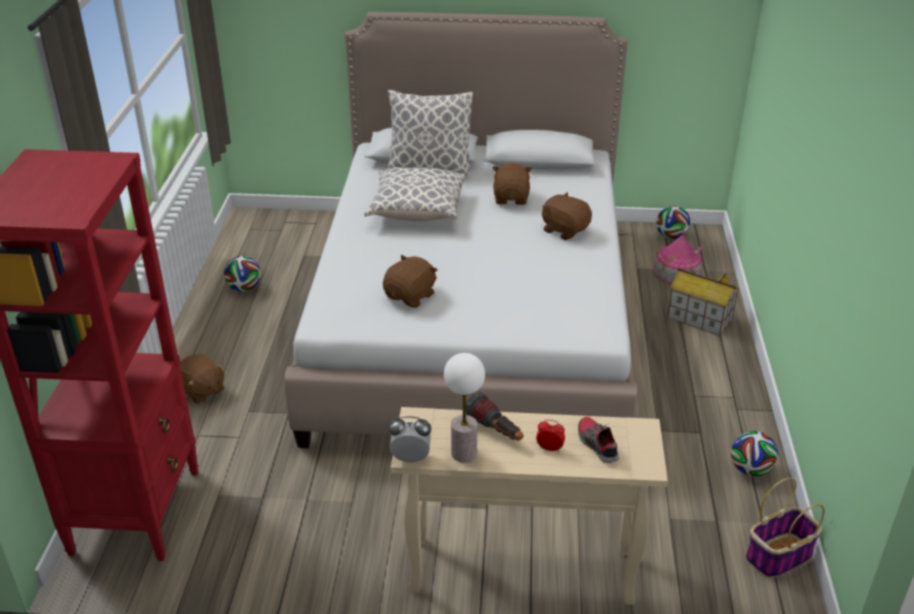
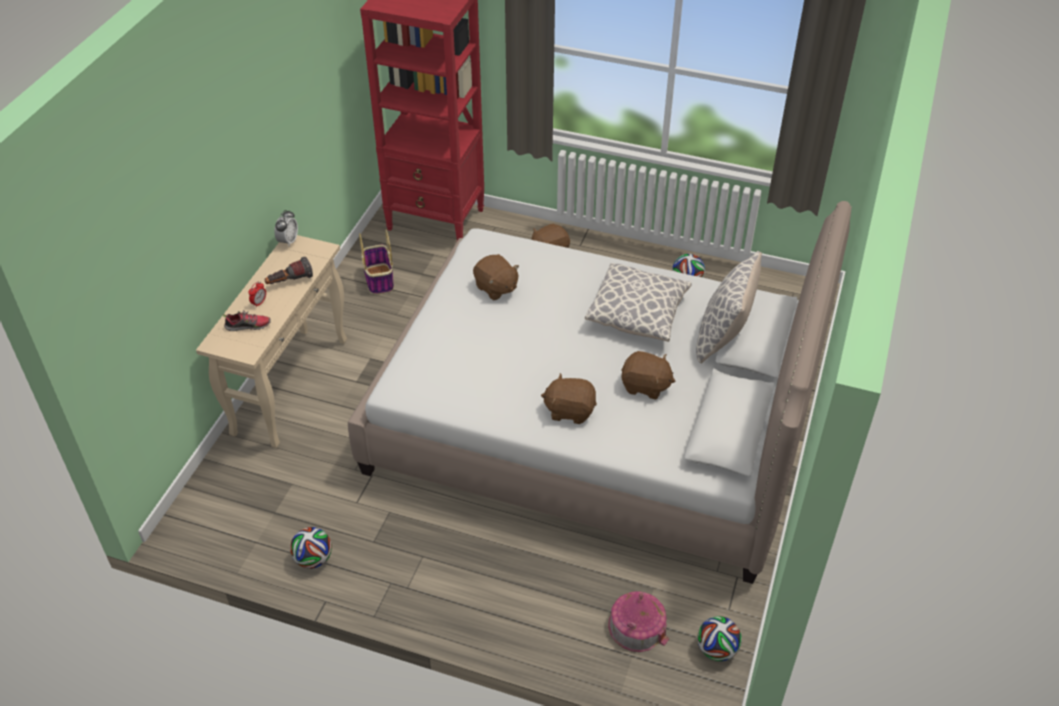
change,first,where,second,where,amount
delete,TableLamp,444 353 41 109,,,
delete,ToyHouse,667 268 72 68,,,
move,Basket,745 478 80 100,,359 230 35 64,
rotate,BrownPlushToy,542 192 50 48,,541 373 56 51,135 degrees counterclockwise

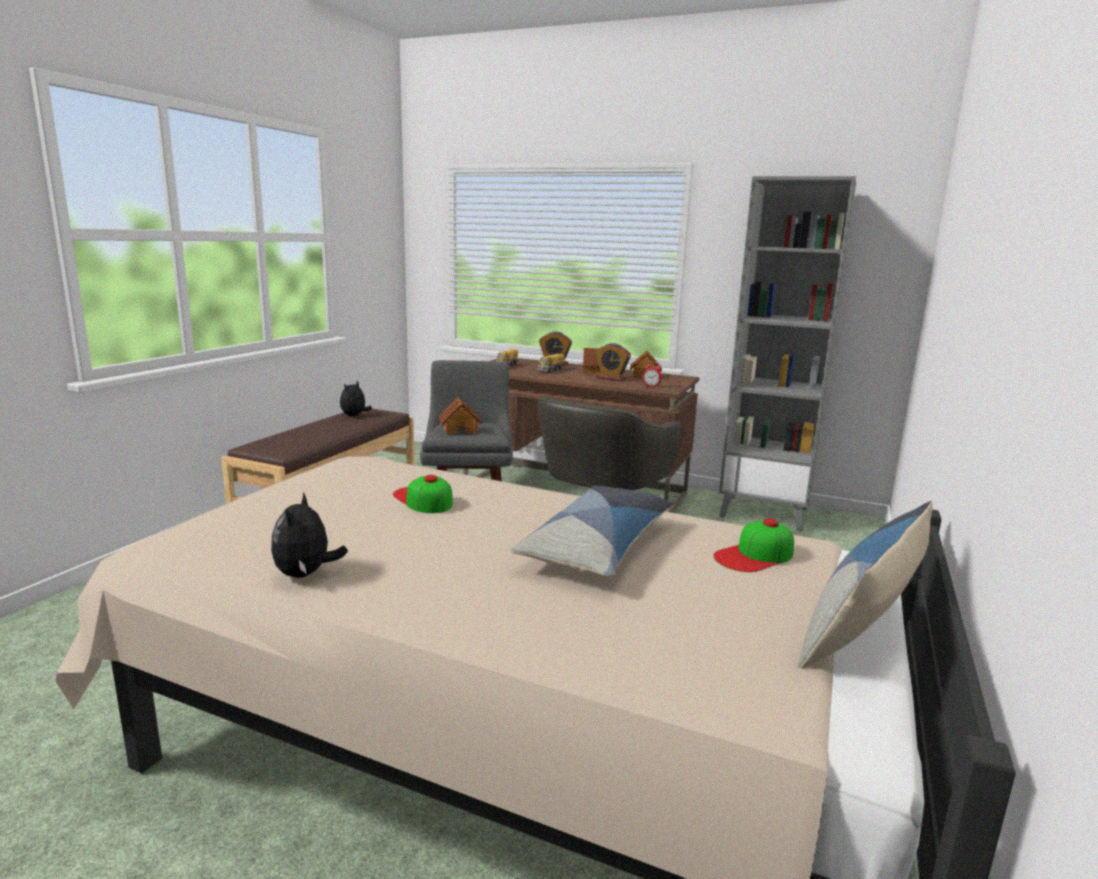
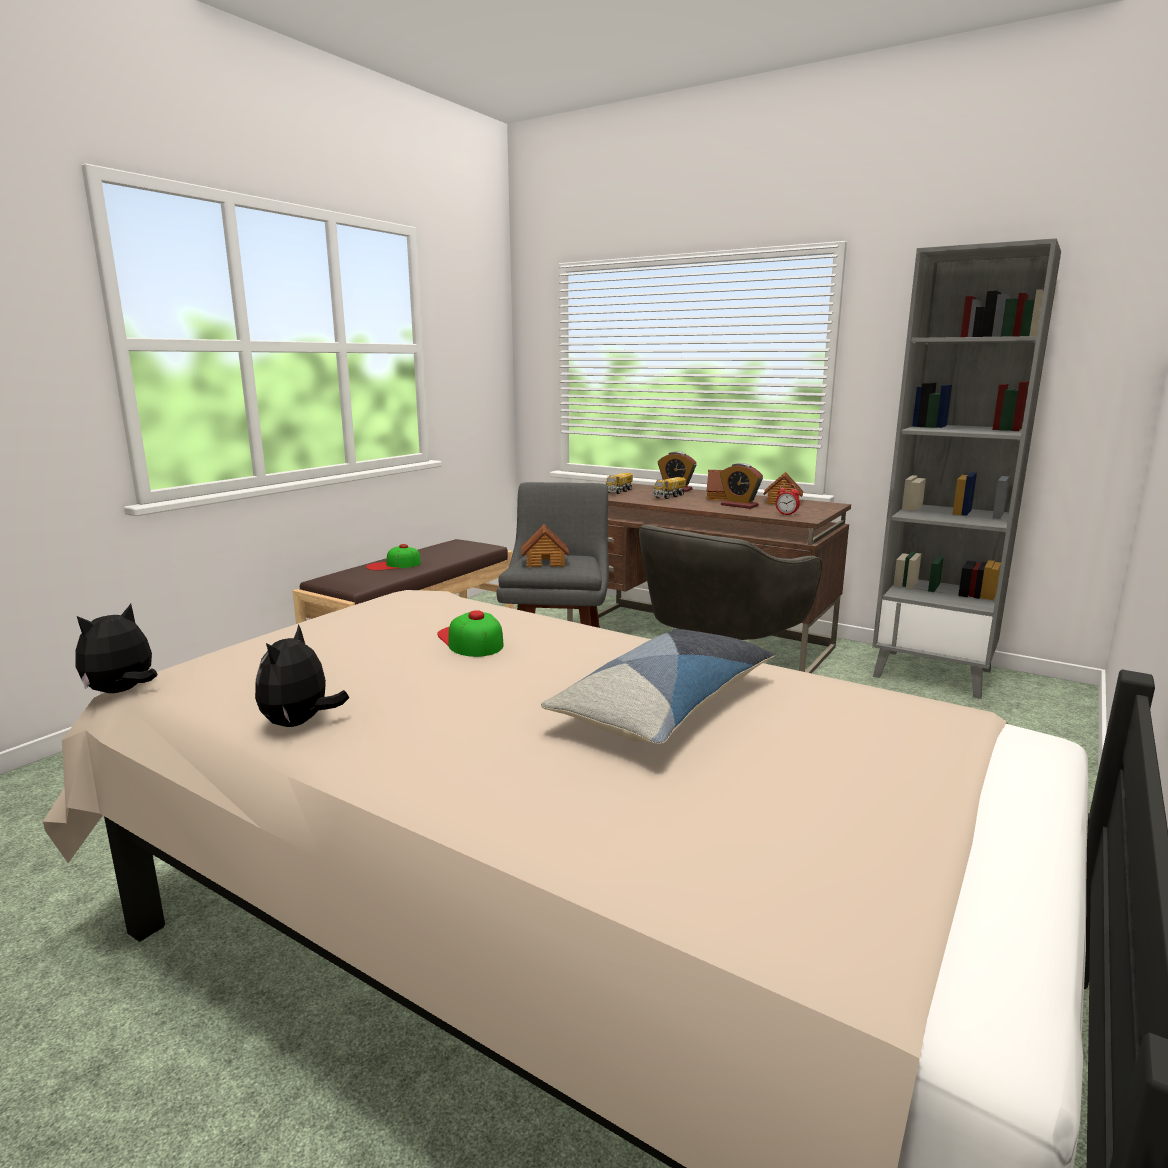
change,first,where,second,where,amount
delete,Pillow,797 501 136 168,,,
move,PlushToy,340 381 32 35,,75 604 83 89,
move,Cap,713 518 81 54,,366 544 55 27,

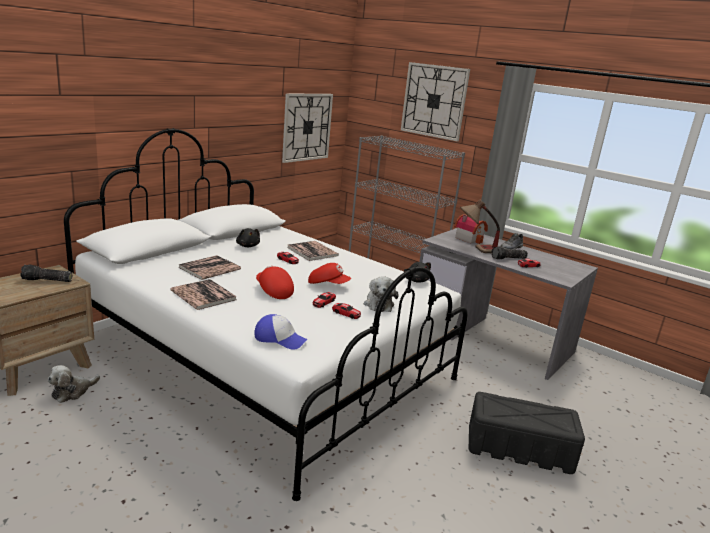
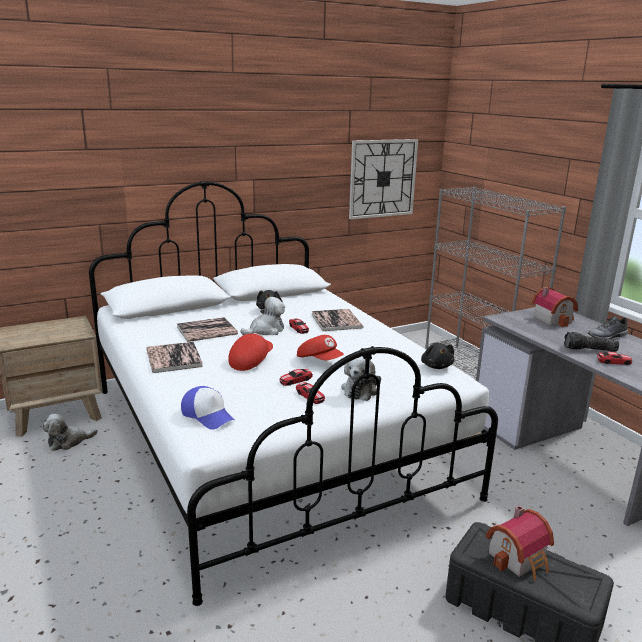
change,first,where,second,where,amount
delete,Flashlight,20 264 52 18,,,
delete,WallClock,401 62 69 80,,,
delete,TableLamp,460 200 40 53,,,
insert,,,PlushToy,241 297 44 38,
insert,,,ToyHouse,485 505 69 76,
rotate,RedCap,256 266 38 33,,228 333 45 38,45 degrees clockwise

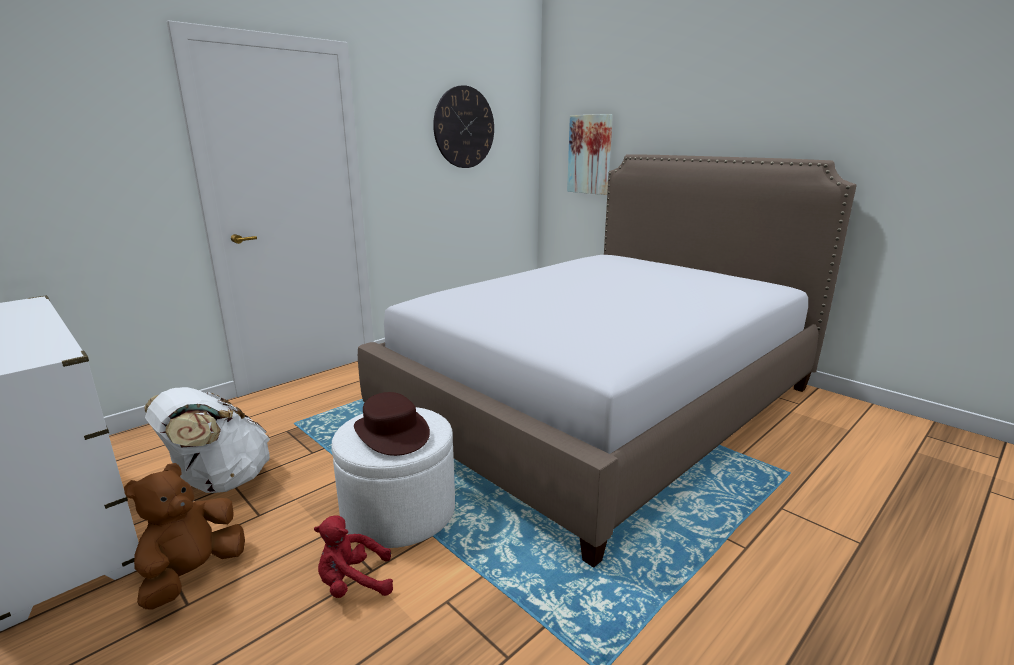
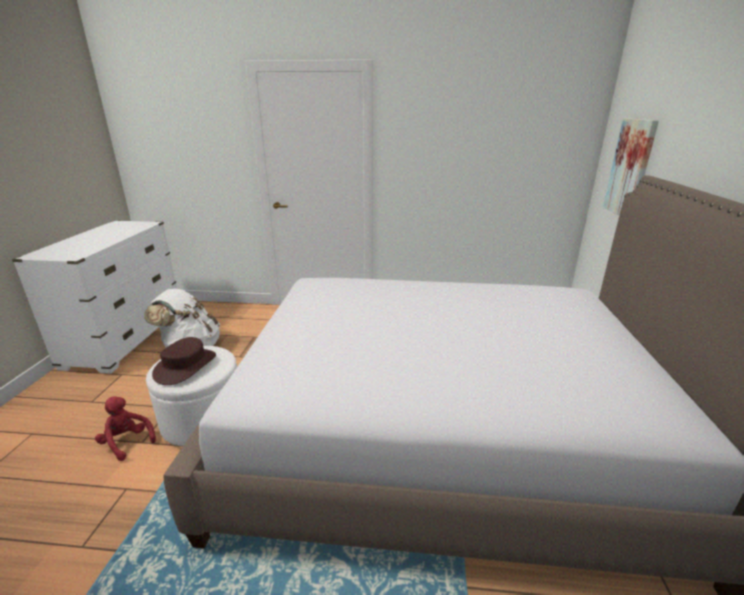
change,first,where,second,where,amount
delete,BrownPlushToy,124 463 121 147,,,
delete,WallClock,433 85 61 83,,,

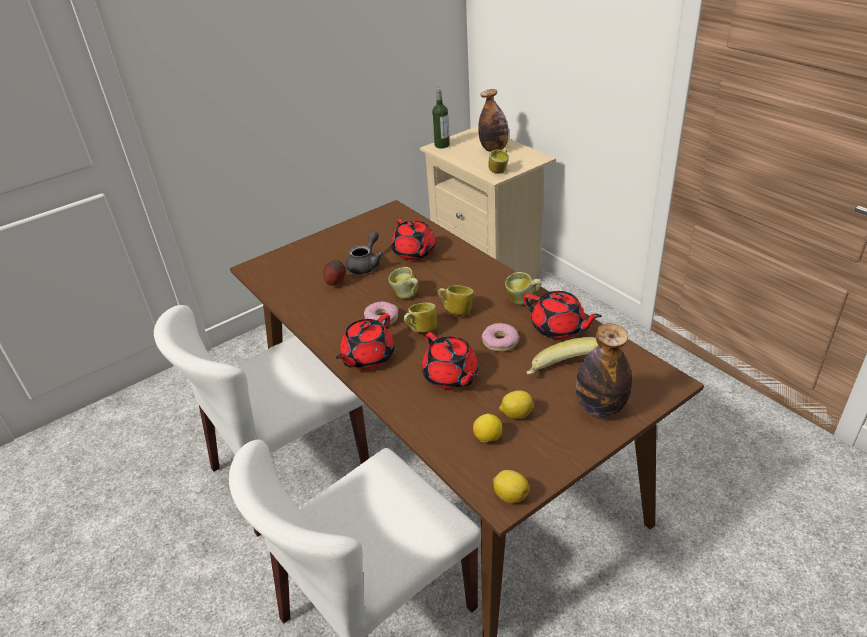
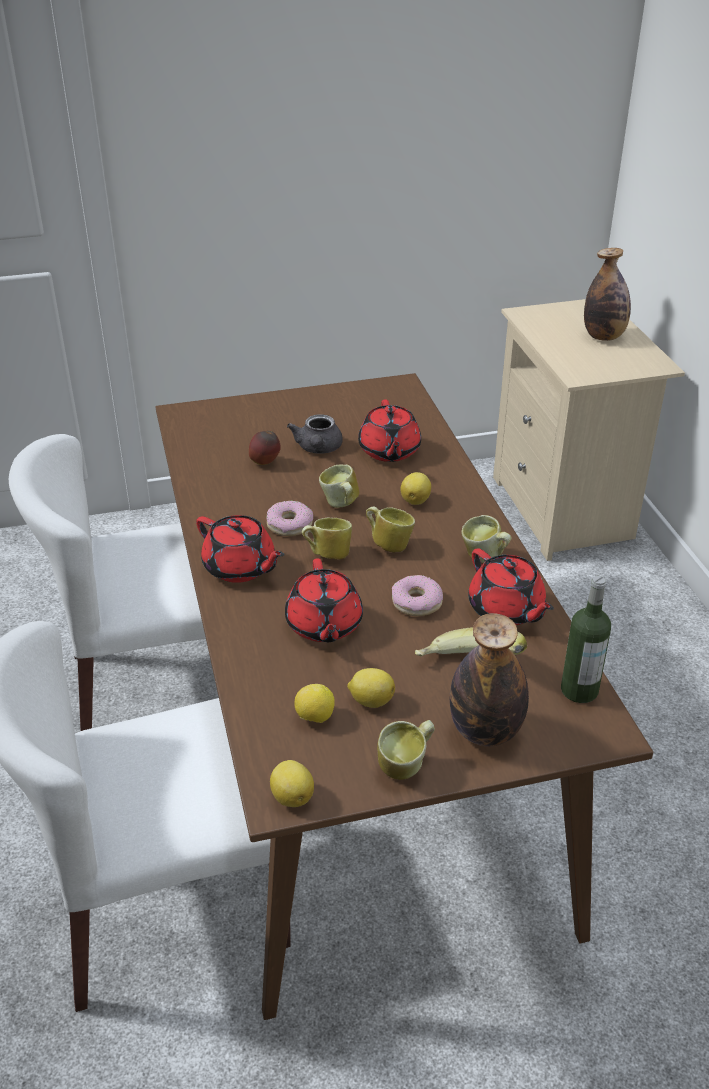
change,first,where,second,where,amount
insert,,,Lemon,401 472 30 33,
move,Bottle,432 88 18 60,,561 576 50 127,
move,Mug,488 148 21 26,,377 720 58 60,
rotate,RedTeapot,336 314 59 55,,196 515 89 68,105 degrees counterclockwise
rotate,GreyTeapot,346 231 37 43,,287 414 56 40,135 degrees clockwise

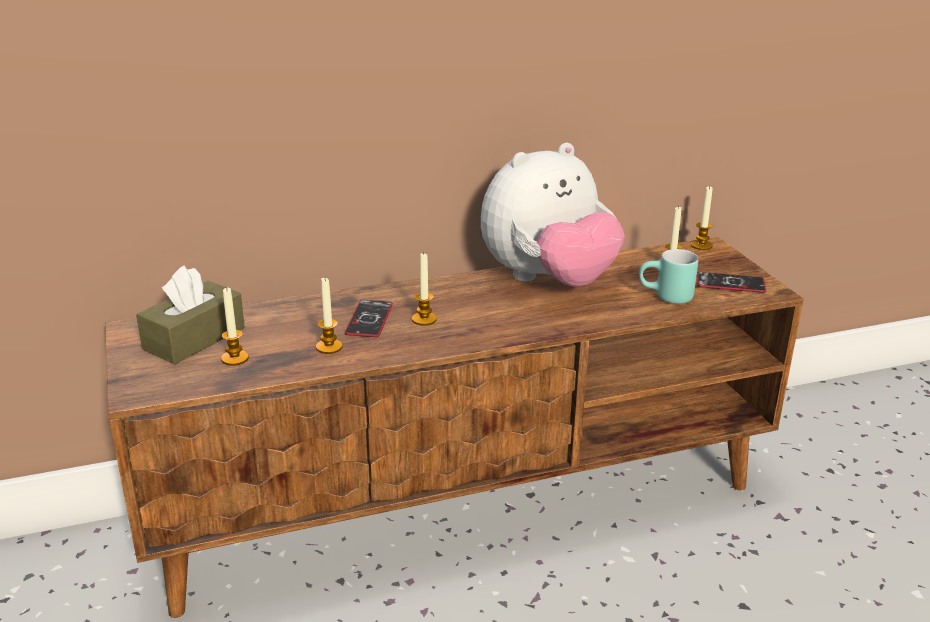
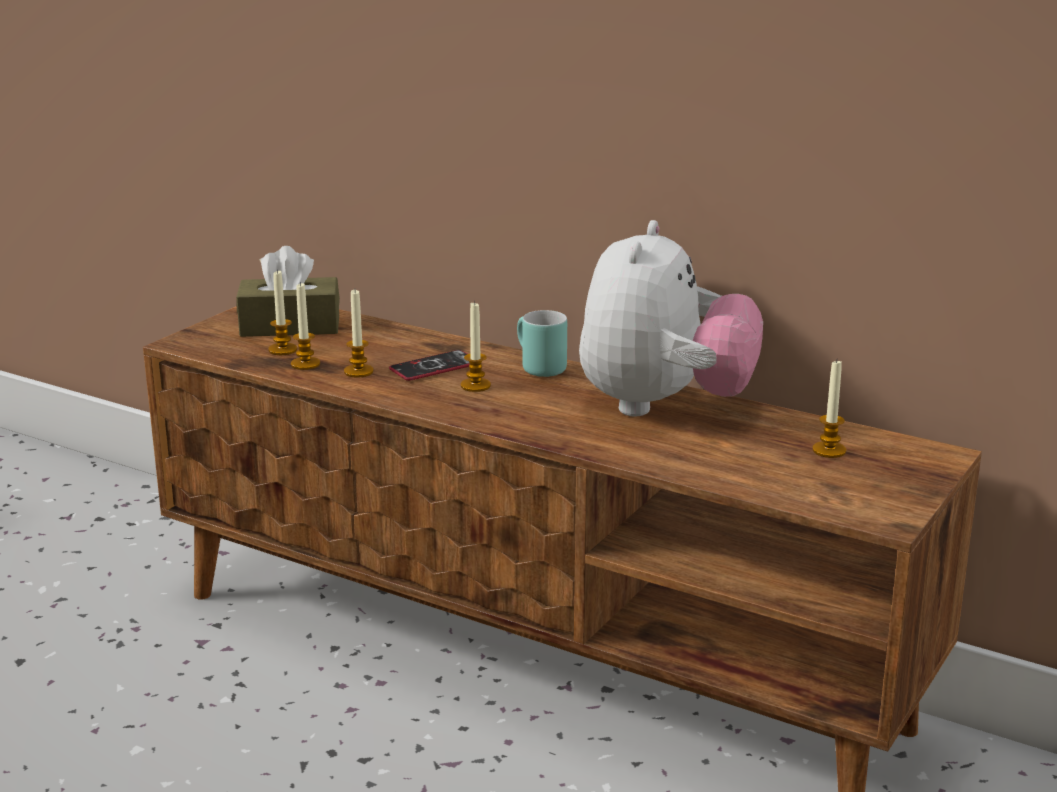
change,first,where,second,where,amount
delete,Phone,697 272 69 21,,,
move,TurquoiseMug,639 249 59 55,,517 310 50 67,
move,Candle,691 186 22 64,,291 282 29 88,
rotate,PlushToy,481 143 144 144,,579 220 184 197,90 degrees counterclockwise

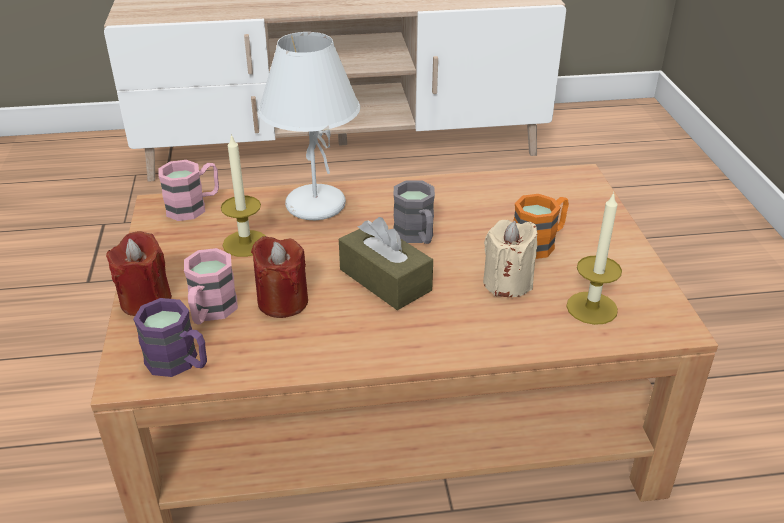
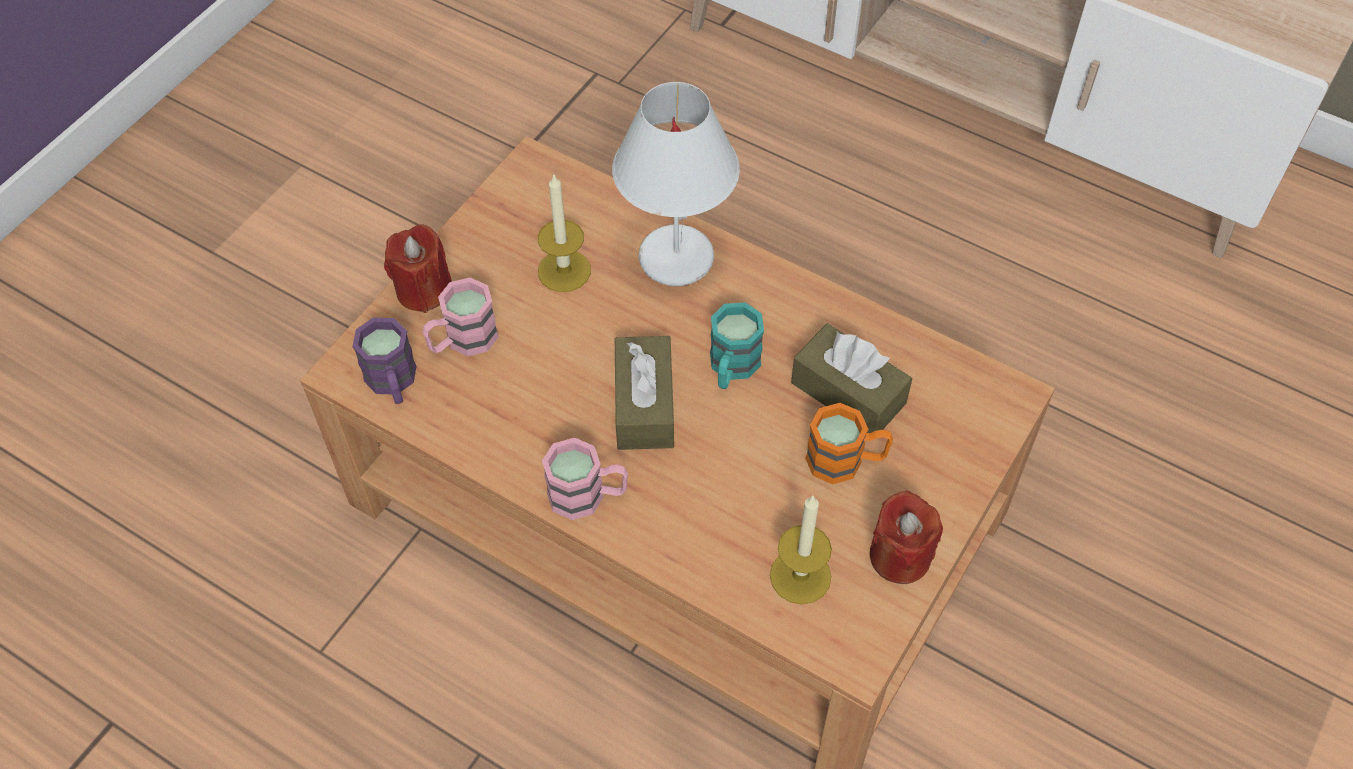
change,first,where,second,where,amount
delete,BeigeCandle,483 220 54 77,,,
insert,,,BrownTissueBox,791 324 121 109,
move,PinkMug,158 160 61 61,,542 437 86 83,
move,RedCandle,251 236 57 82,,870 490 73 94,
recolor,GreyMug,394 180 41 64,TurquoiseMug,710 302 54 87,

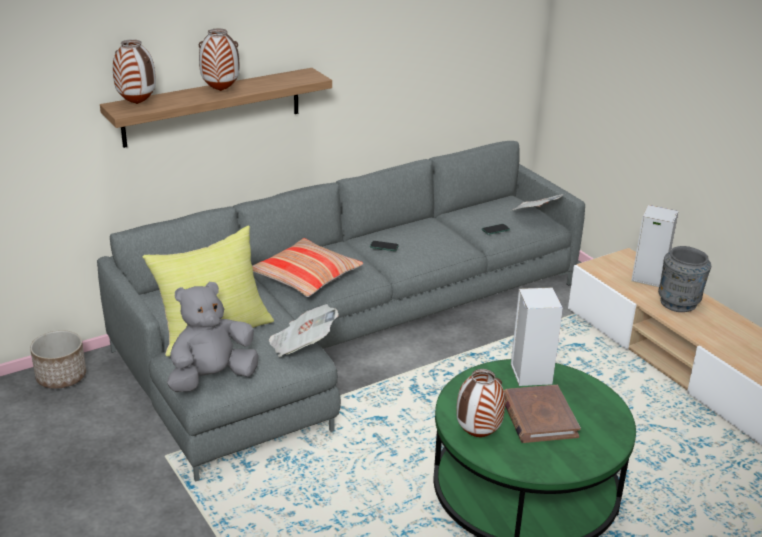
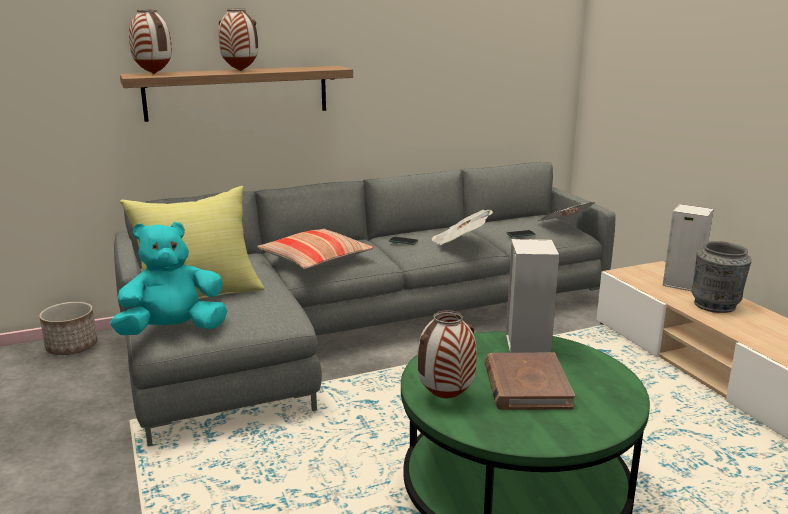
change,first,where,second,where,amount
move,Newspaper,269 304 69 53,,432 210 61 36,
recolor,GreyPlushToy,167 282 92 110,TurquoisePlushToy,110 222 117 113,

